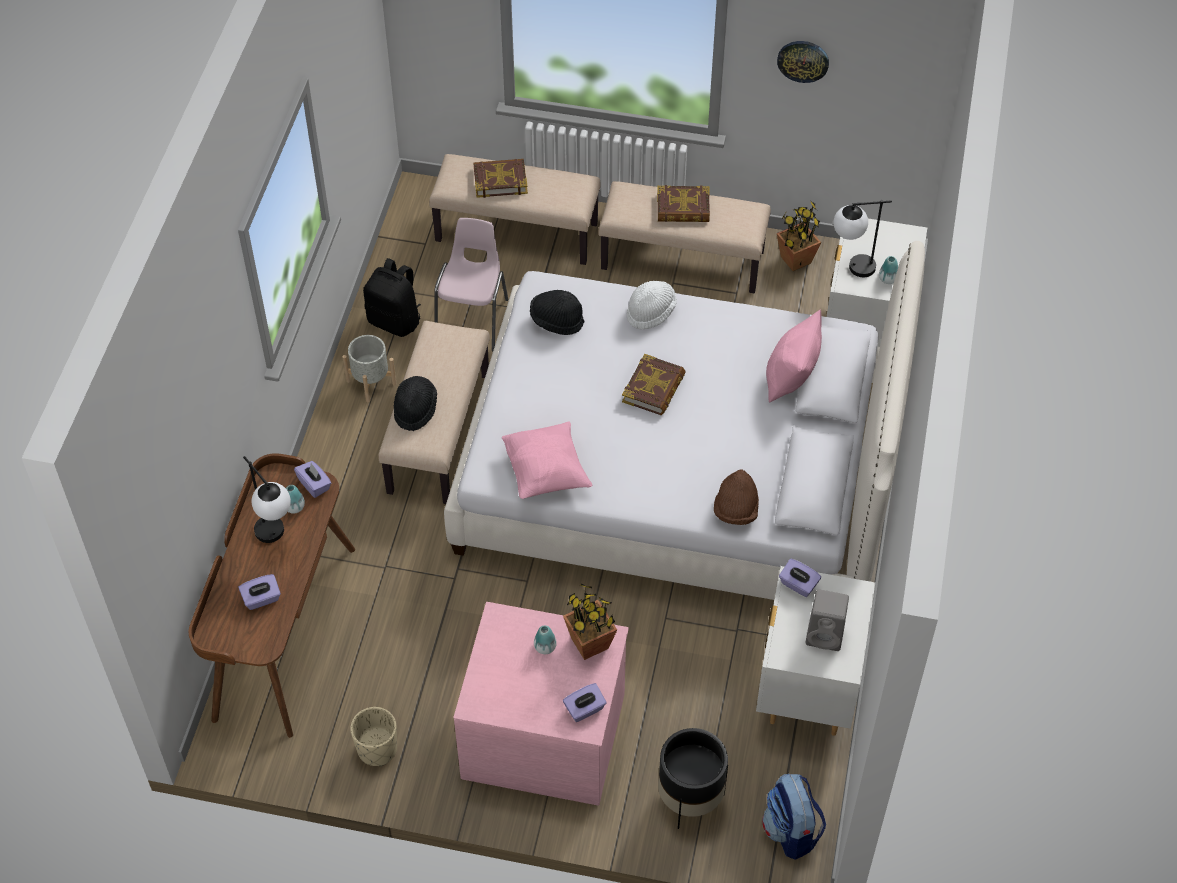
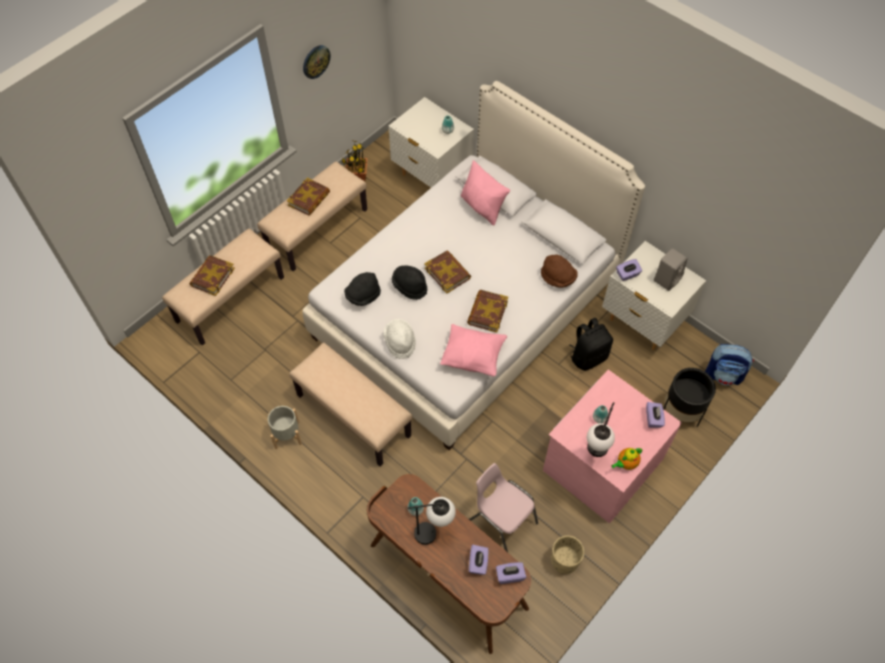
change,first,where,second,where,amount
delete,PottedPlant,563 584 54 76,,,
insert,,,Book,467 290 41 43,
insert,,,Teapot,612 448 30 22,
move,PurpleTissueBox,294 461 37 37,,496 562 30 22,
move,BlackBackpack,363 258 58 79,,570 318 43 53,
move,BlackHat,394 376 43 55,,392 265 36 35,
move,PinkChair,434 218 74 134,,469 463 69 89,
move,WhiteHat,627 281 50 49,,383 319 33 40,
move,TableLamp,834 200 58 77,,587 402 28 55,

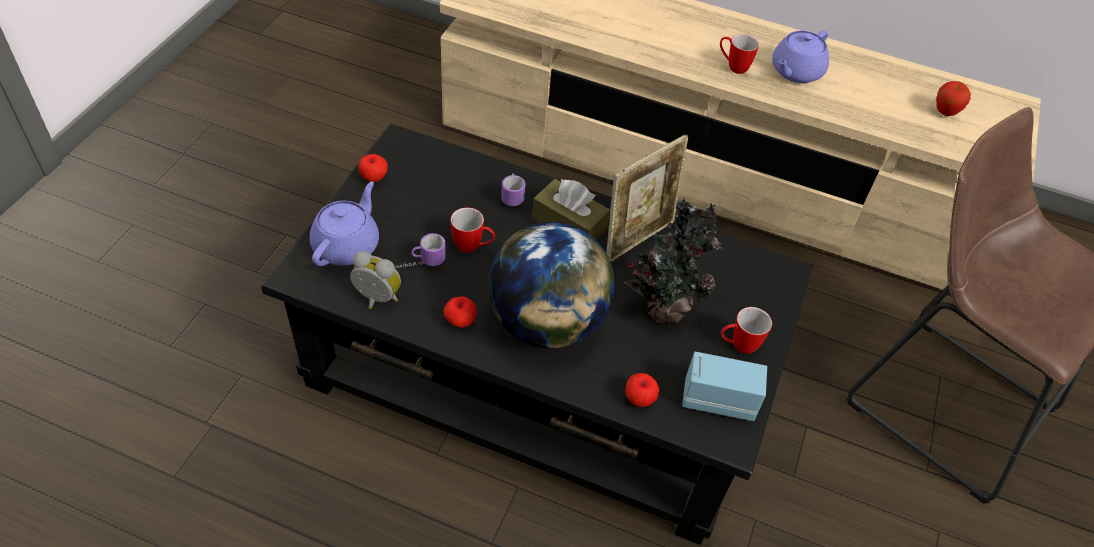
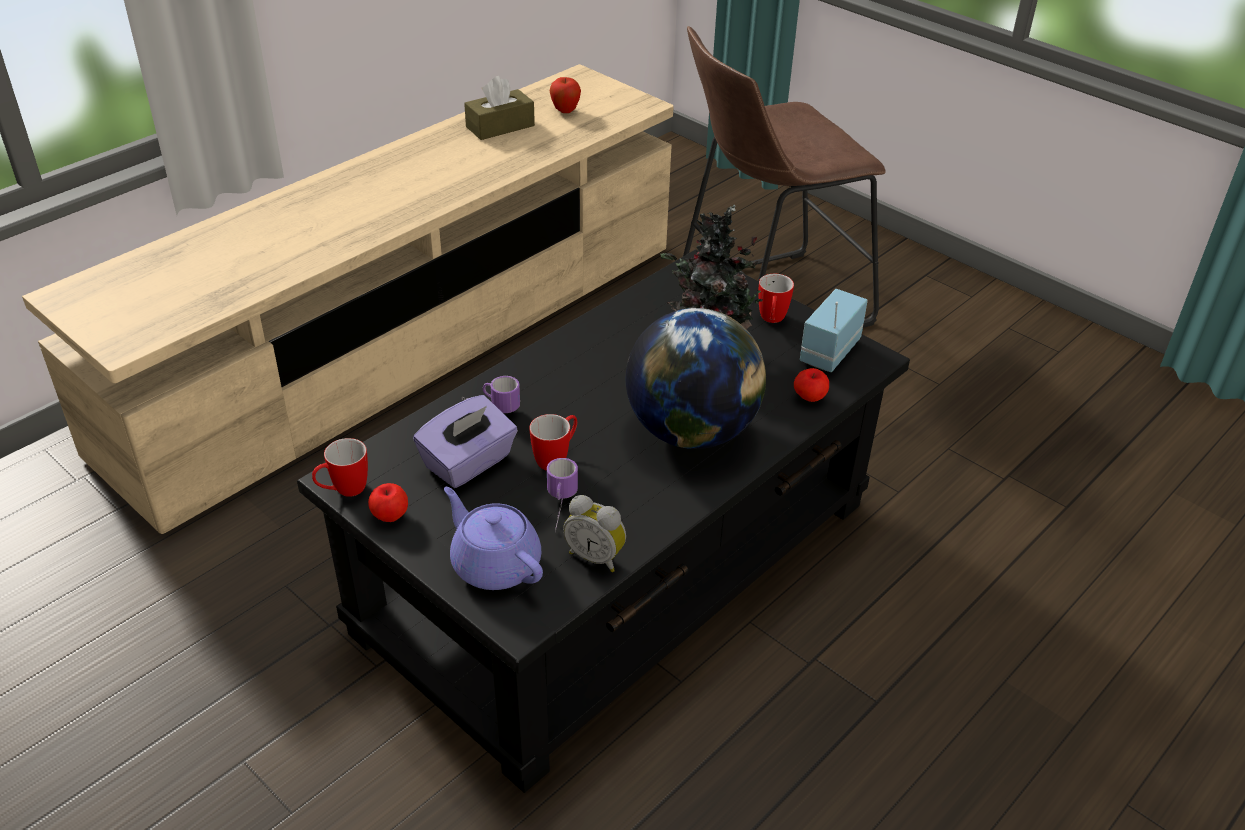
change,first,where,second,where,amount
delete,Apple,443 297 34 31,,,
delete,PictureFrame,606 134 82 128,,,
delete,PurpleTeapot,772 31 57 52,,,
insert,,,PurpleTissueBox,413 395 105 93,
move,BrownTissueBox,532 179 78 61,,464 76 71 64,
move,Mug,720 34 39 40,,312 438 56 59,
rotate,AlarmClock,350 251 51 58,,563 495 63 77,105 degrees counterclockwise

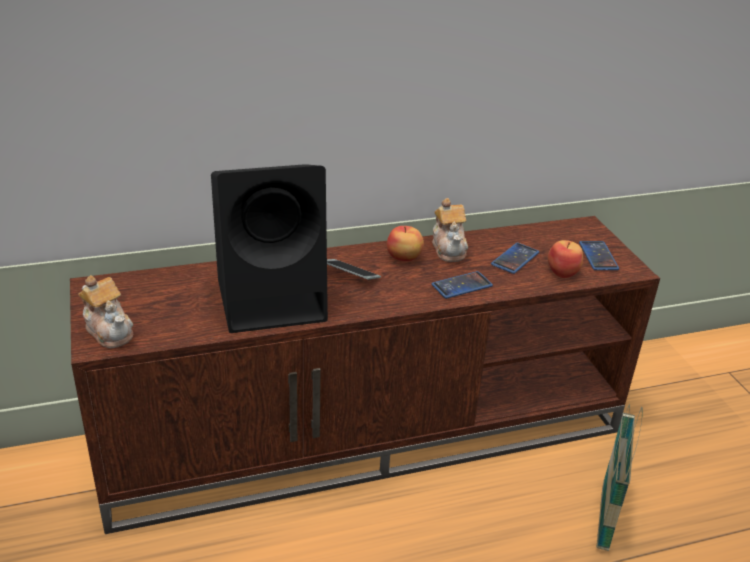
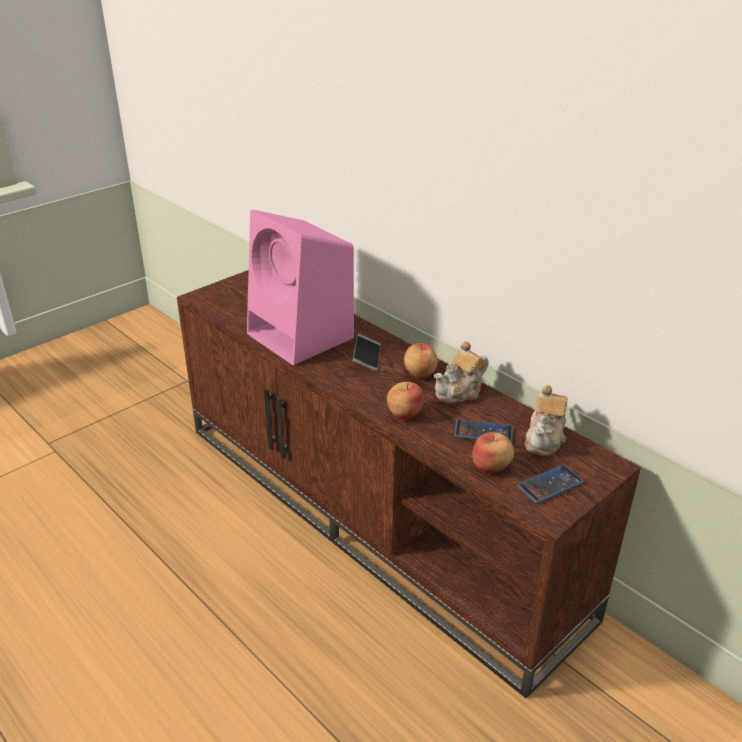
change,first,where,second,where,amount
delete,Basket,597 404 46 147,,,
move,Teapot,78 275 55 73,,525 385 43 71,
replace,Phone,431 271 62 28,Apple,387 382 37 38,
recolor,BlackSpeaker,211 164 117 169,PinkSpeaker,247 209 107 156,

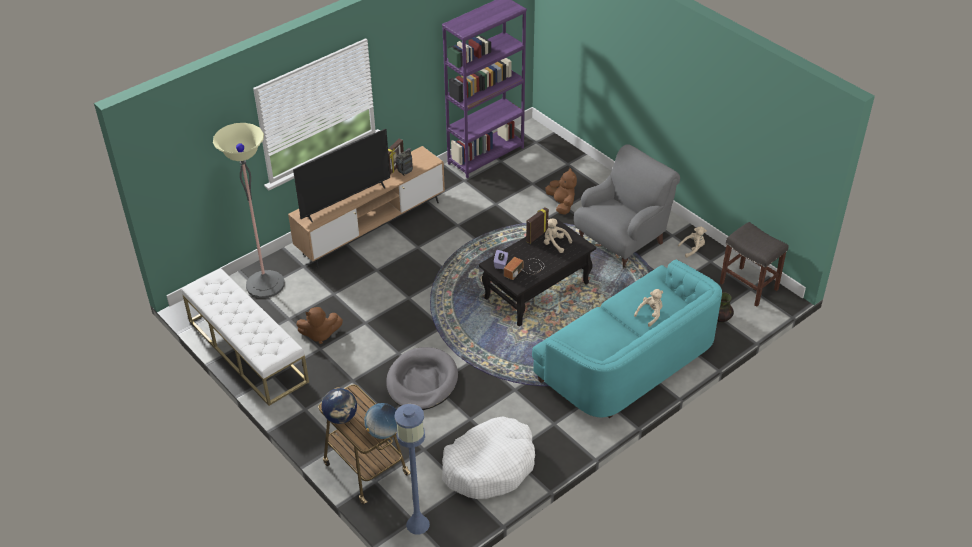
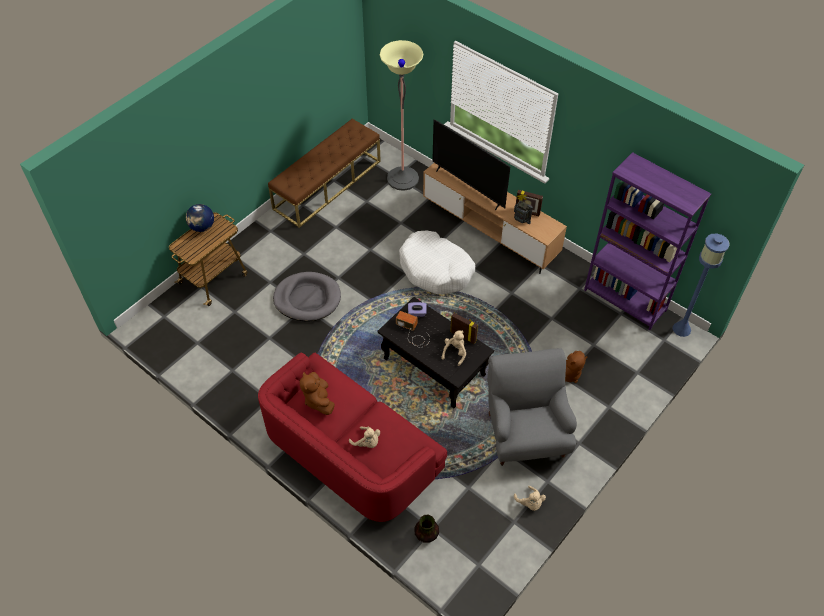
change,first,where,second,where,amount
delete,Globe,364 403 33 36,,,
delete,GreyStool,720 222 68 85,,,
move,BrownPlushToy,296 307 47 37,,300 372 35 43,
move,BlueFloorLamp,394 404 36 130,,673 233 57 104,
move,WhiteDogBed,442 417 93 82,,399 231 76 63,
recolor,WhiteBench,181 268 128 138,BrownBench,268 118 113 110,
recolor,TurquoiseSofa,532 260 190 158,RedSofa,258 353 189 169,
rotate,GreyArmchair,574 144 106 124,,487 348 90 118,135 degrees counterclockwise

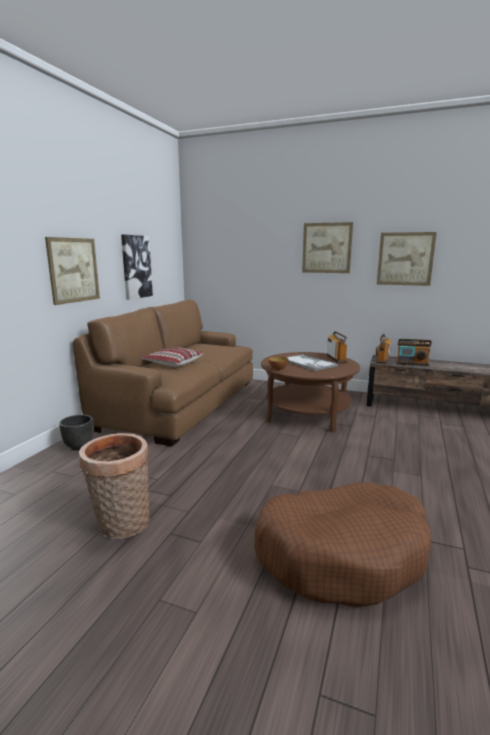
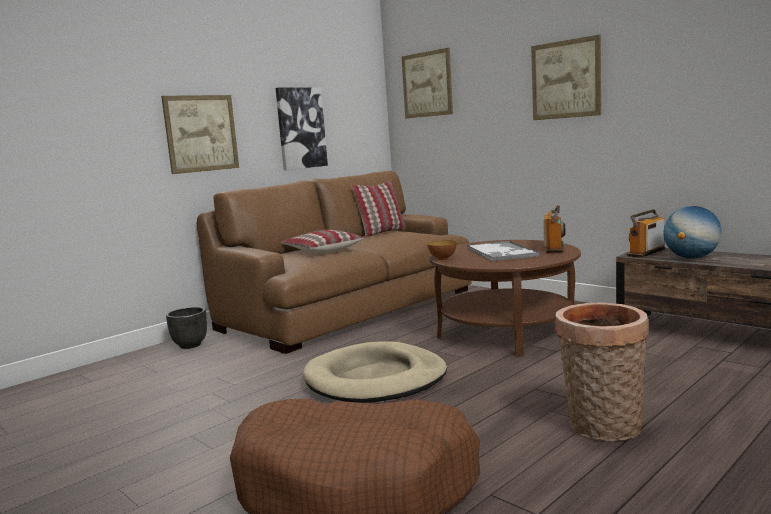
change,first,where,second,where,amount
insert,,,BeigeDogBed,303 341 144 62,
insert,,,Pillow,351 181 56 56,
move,Basket,79 433 71 106,,555 302 93 139,
move,Picture,377 232 60 54,,402 48 51 70,
replace,Radio,395 339 37 27,Globe,663 206 58 53,

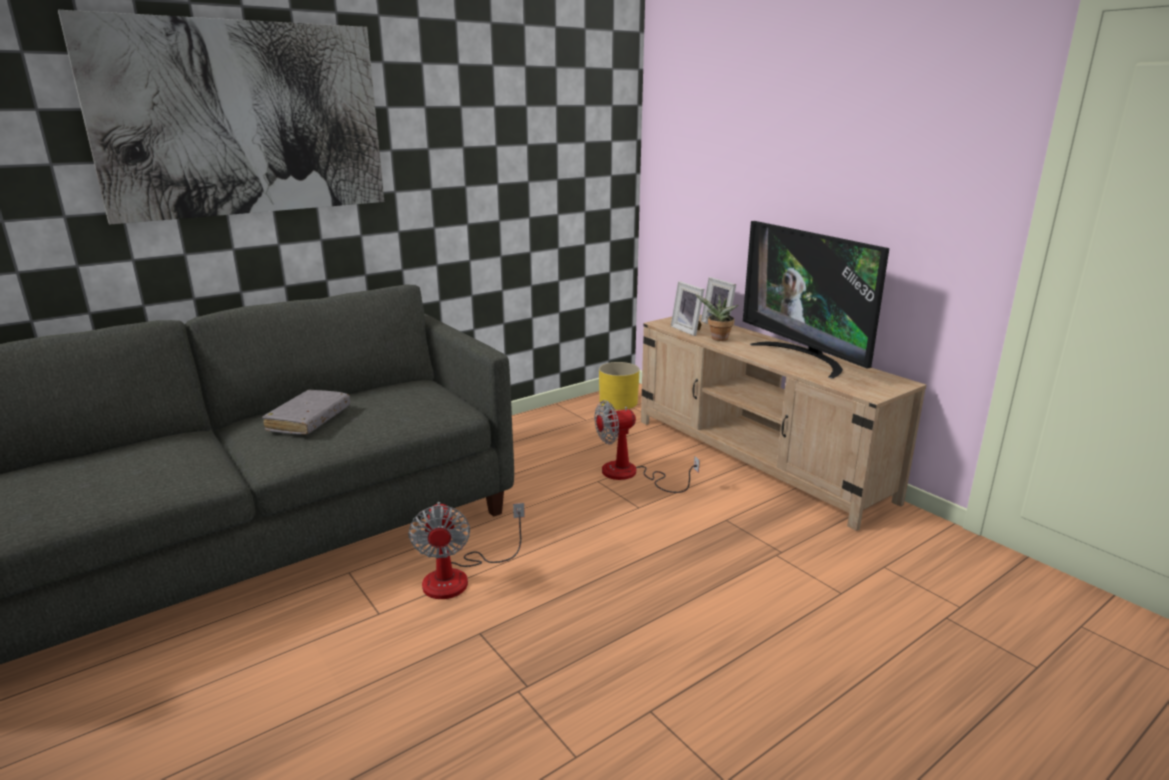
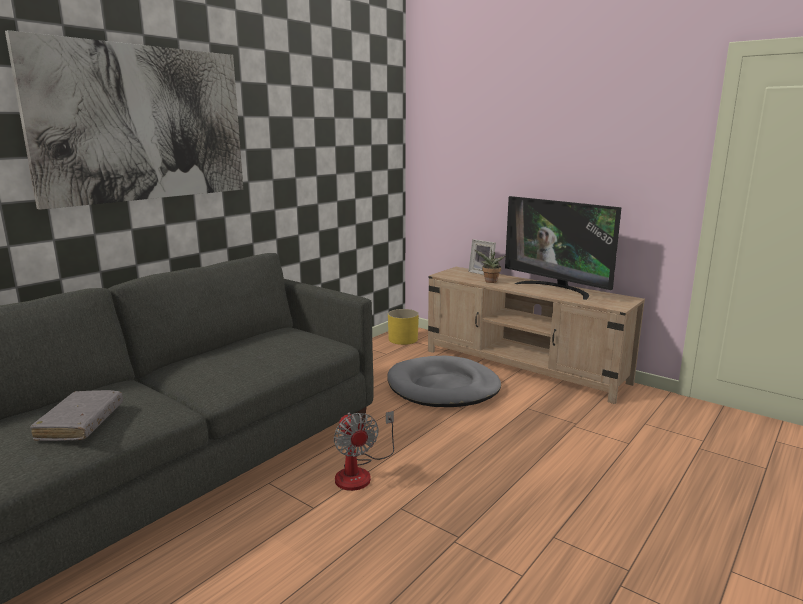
change,first,where,second,where,amount
delete,PictureFrame,671 281 33 55,,,
move,GreyBook,262 390 88 45,,30 390 93 51,
replace,Fan,595 400 105 93,GreyDogBed,387 356 114 51,

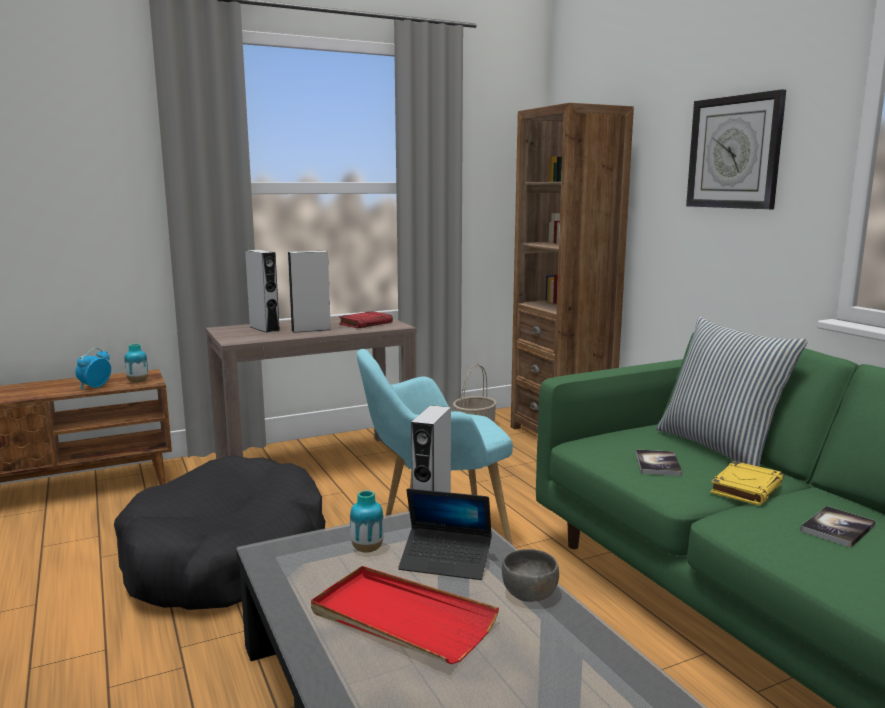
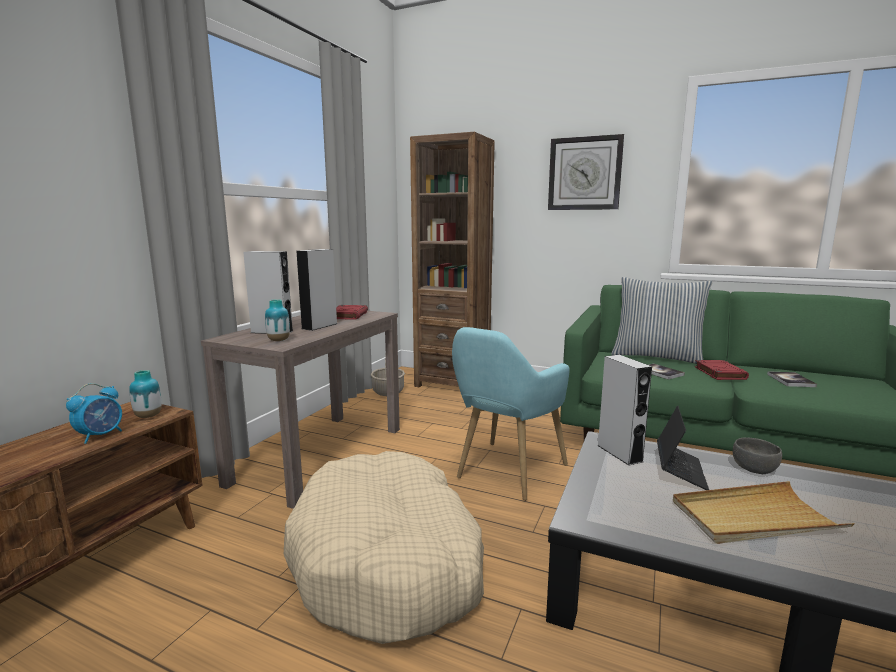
change,first,where,second,where,amount
move,Vase,350 490 34 63,,265 299 25 42,
recolor,BlackDogBed,114 455 211 155,BeigeDogBed,284 451 200 193,
recolor,RedTray,311 566 188 98,BeigeTray,673 481 182 63,
recolor,YellowBook,710 461 73 45,RedBook,695 360 54 20,
rotate,AlarmClock,75 348 36 42,,66 383 56 61,135 degrees counterclockwise
rotate,Laptop,398 488 94 92,,657 406 52 84,45 degrees counterclockwise

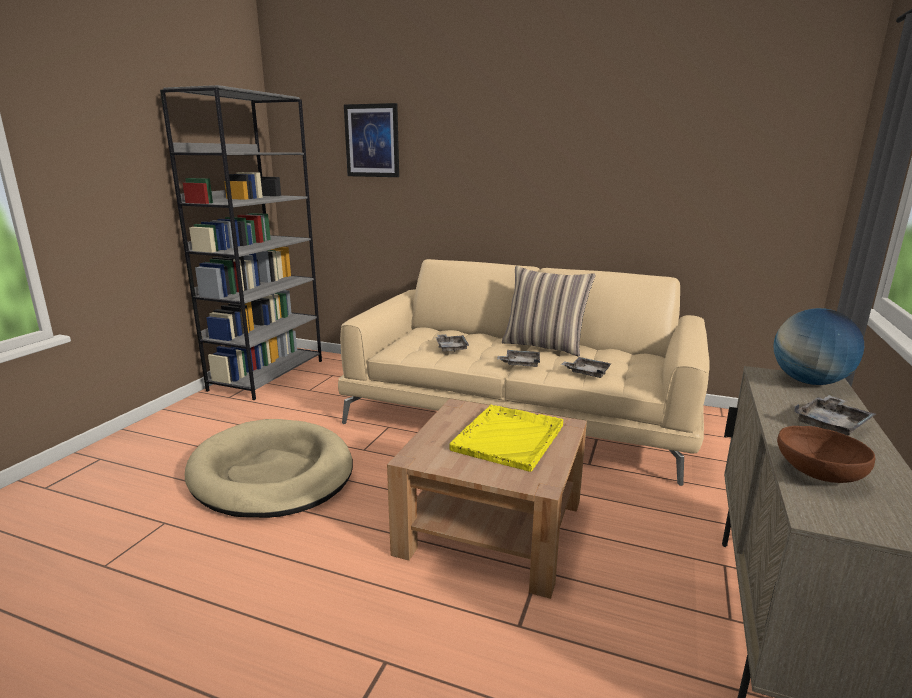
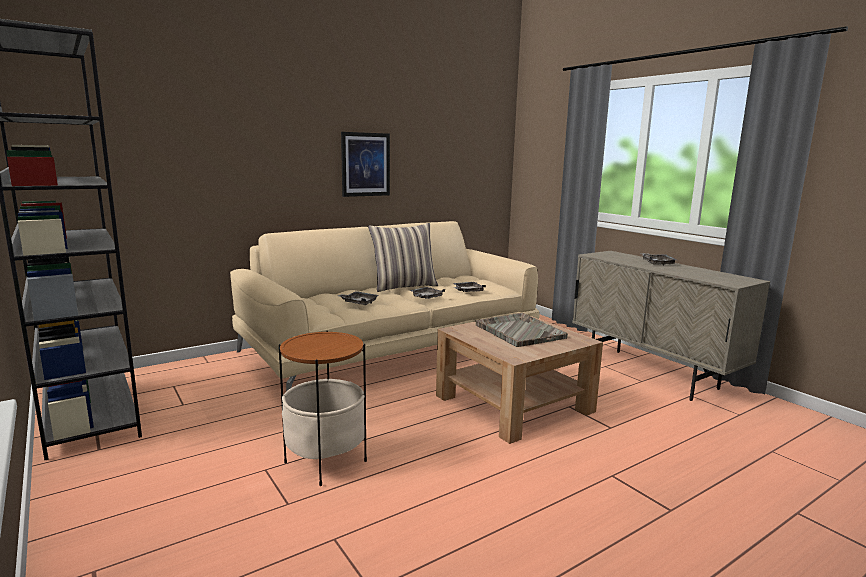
change,first,where,second,where,amount
delete,Globe,773 308 91 77,,,
delete,BrownBowl,777 426 98 57,,,
move,Picture,344 103 55 74,,341 132 49 65,
replace,BeigeDogBed,185 419 168 99,SideTable,279 331 88 155,
recolor,YellowTray,449 405 114 67,GreyTray,476 313 92 34,

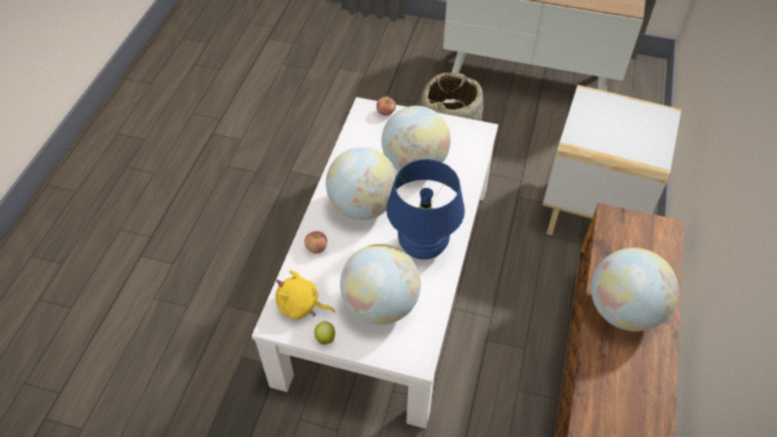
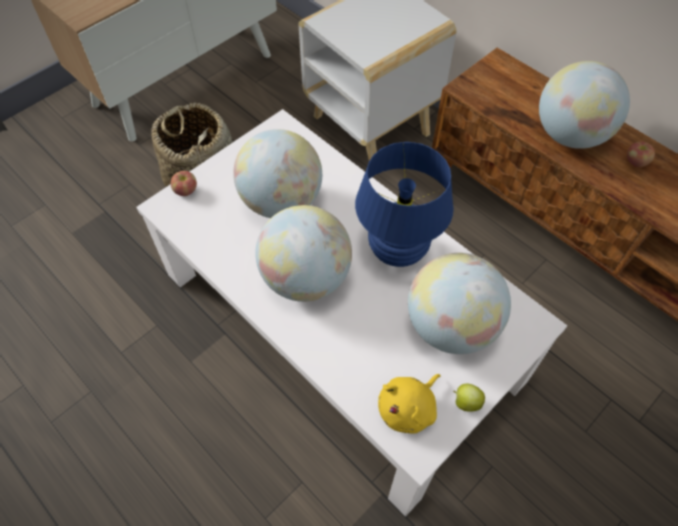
change,first,where,second,where,amount
move,Apple,304 231 23 23,,627 142 28 26,

